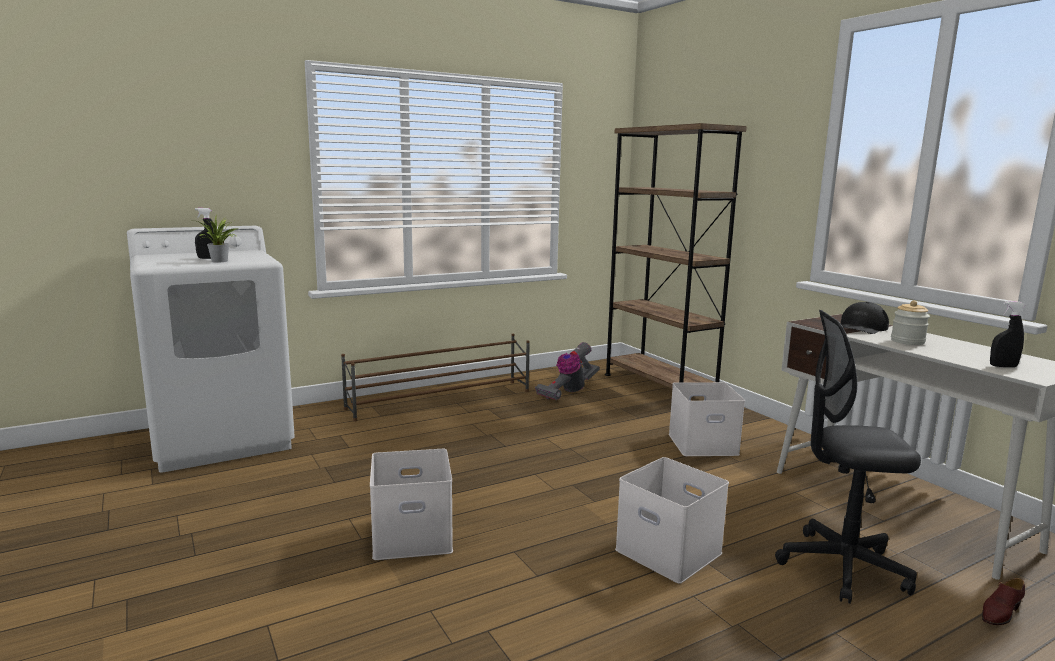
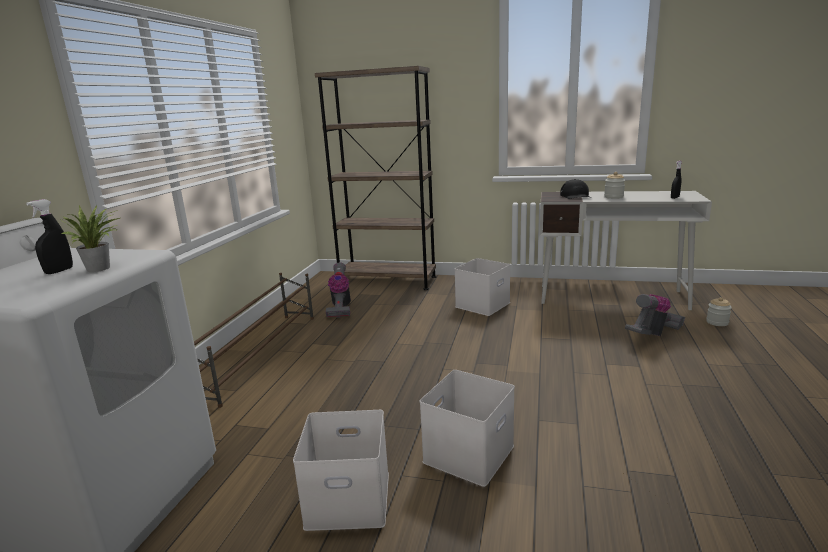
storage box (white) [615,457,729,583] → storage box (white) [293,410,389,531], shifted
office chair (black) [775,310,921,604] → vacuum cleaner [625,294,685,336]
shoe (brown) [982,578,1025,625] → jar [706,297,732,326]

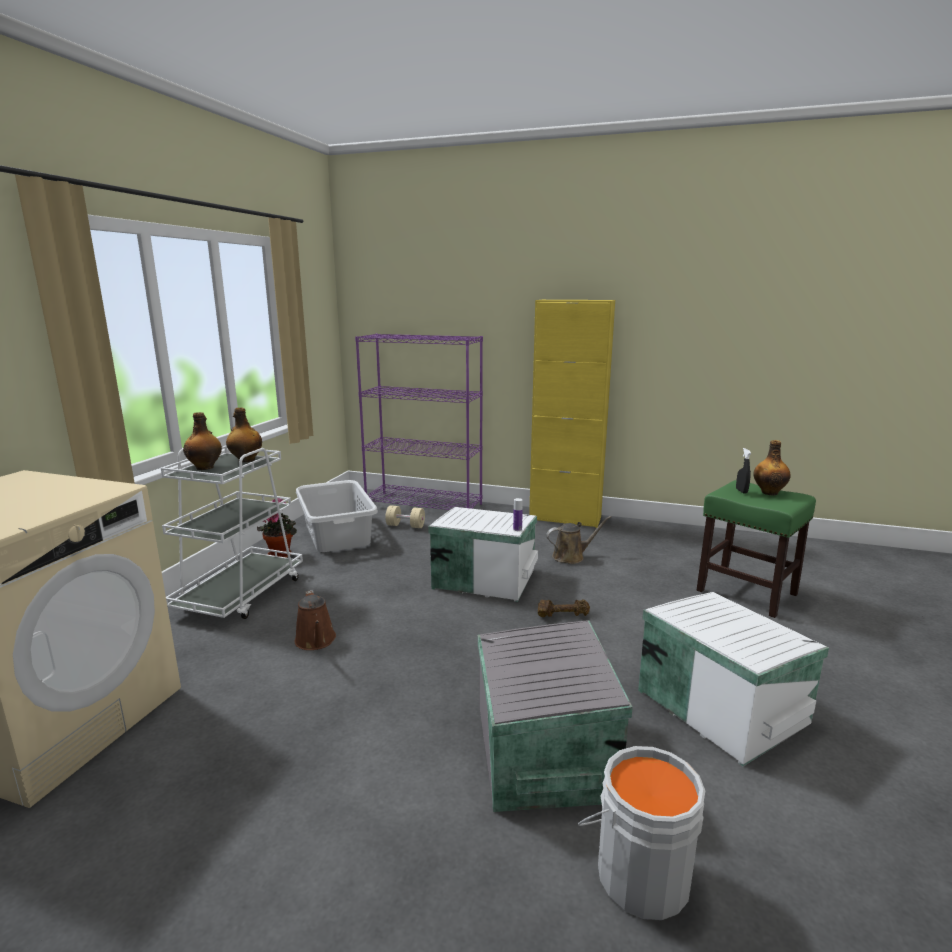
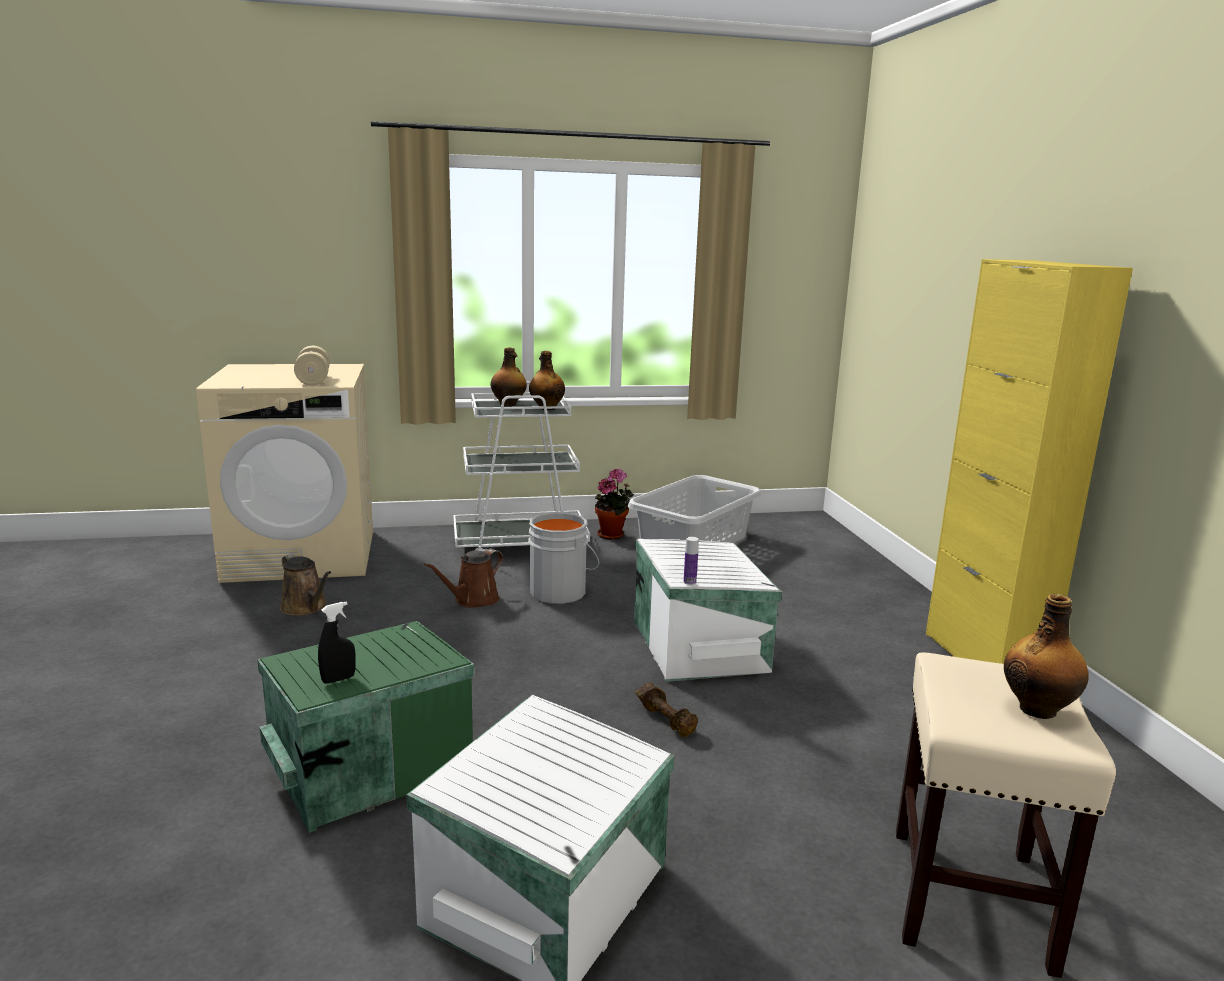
storage box (grey) [478,620,633,812] → storage box (green) [257,621,475,833]
watering can (brown) [546,516,611,564] → watering can (brown) [280,554,331,616], shifted
dumbbell (beige) [385,505,425,528] → dumbbell (beige) [294,346,330,385], shifted
spray bottle (black) [736,448,751,494] → spray bottle (black) [318,601,356,684], shifted
bucket (grey) [578,746,705,920] → bucket (grey) [528,512,599,604], shifted
stool (green) [697,480,816,618] → stool (beige) [896,653,1116,978]
bookcase (purple) [355,333,483,510] → -

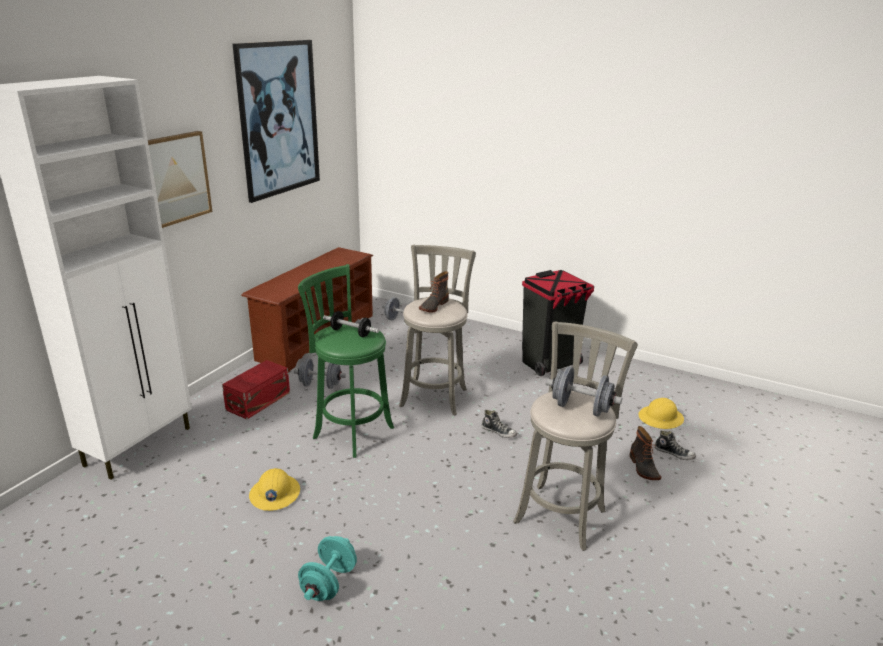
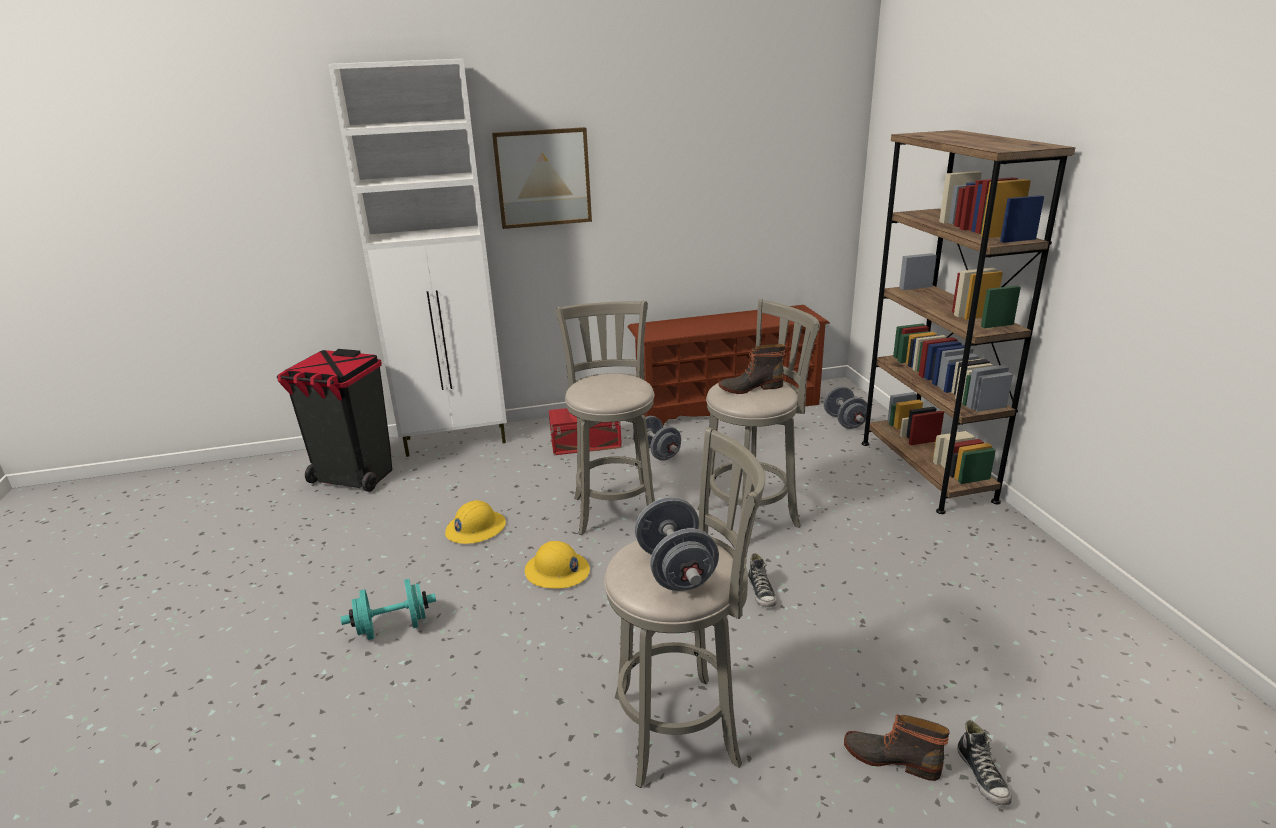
trash can (black) [522,270,594,376] → trash can (black) [277,349,392,492], shifted
hard hat (yellow) [638,398,684,429] → hard hat (yellow) [525,541,590,589], shifted
stool (green) [298,264,394,458] → stool (grey) [556,300,655,535]
boot [630,426,661,480] → boot [844,714,950,781], 75 degrees clockwise
- → bookcase (brown) [862,130,1075,514]
picture [233,40,320,203] → -
dumbbell [323,311,379,337] → -

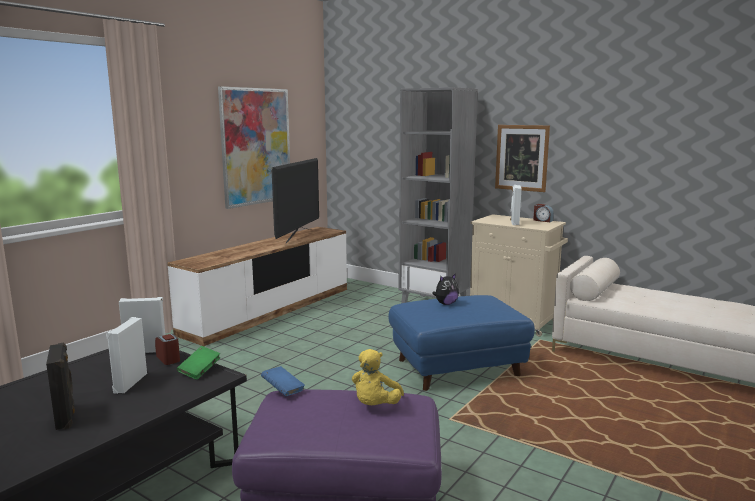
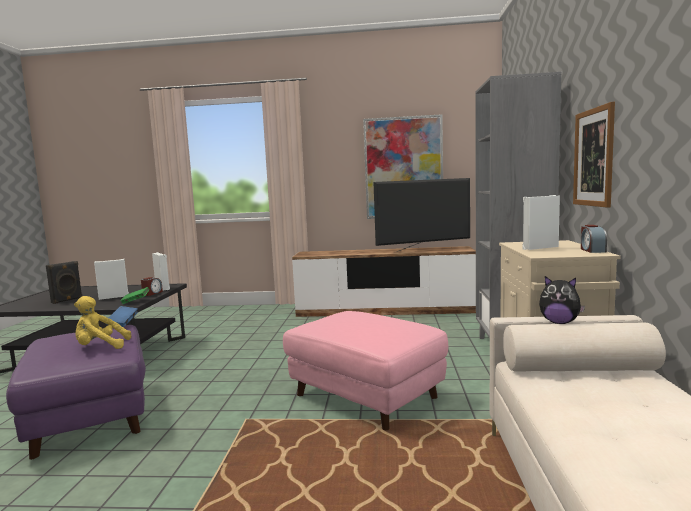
ottoman (blue) [389,295,535,391] → ottoman (pink) [283,311,448,430]
plush toy [432,273,459,305] → plush toy [539,276,585,324], shifted

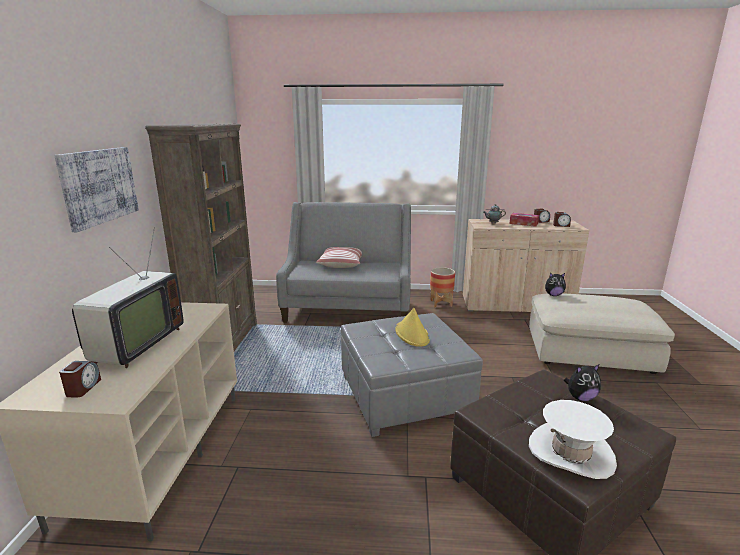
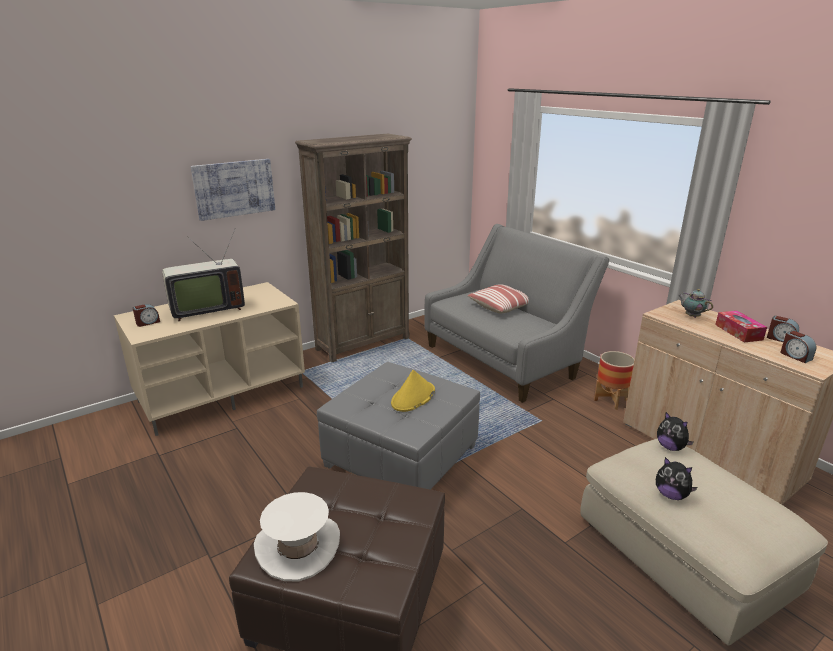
plush toy [564,364,601,401] → plush toy [656,457,697,500], shifted

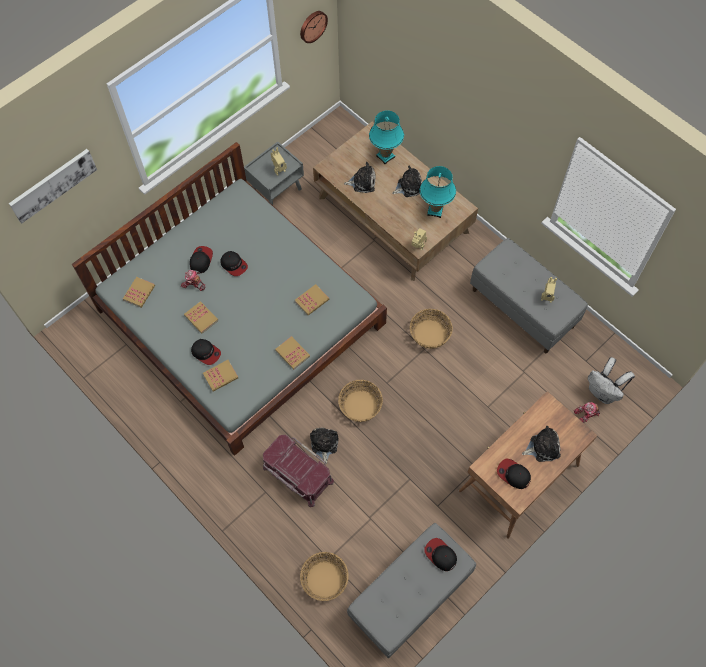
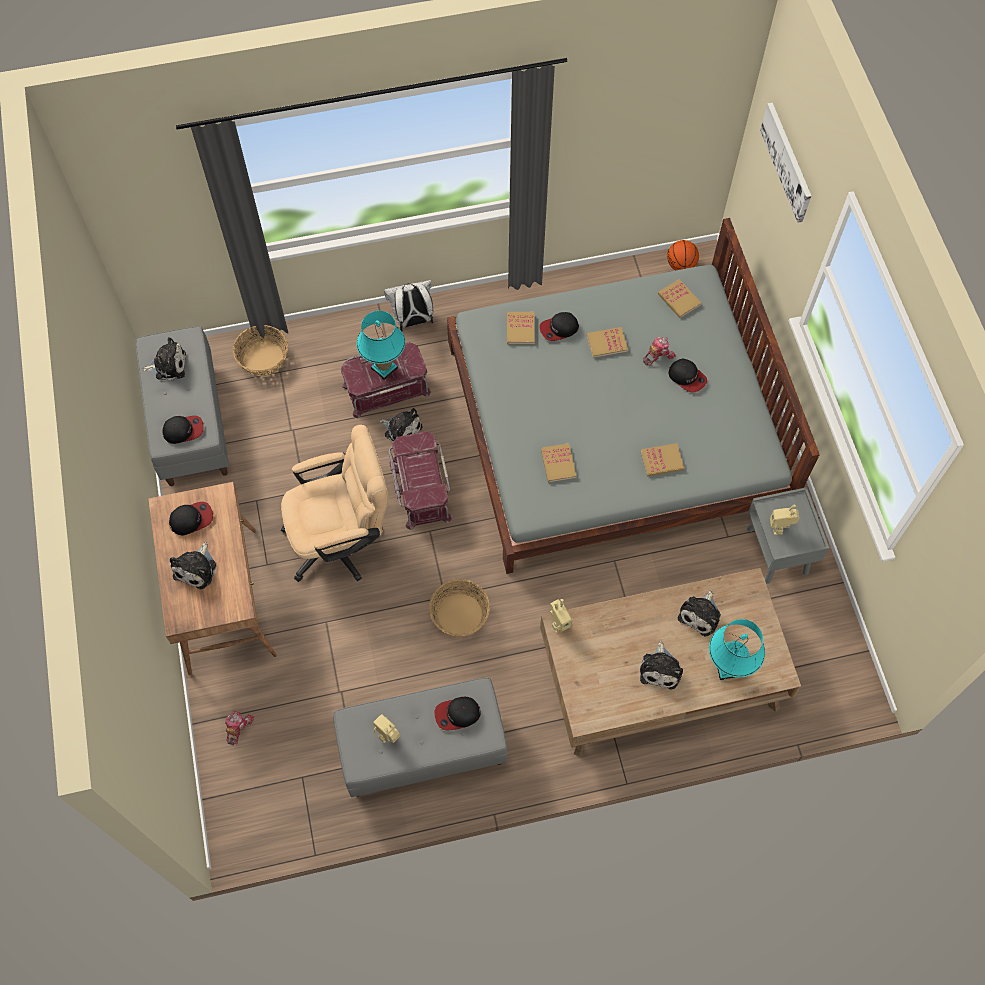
- → plush toy [142,337,186,381]
- → office chair (beige) [281,425,388,582]
table lamp (turquoise) [420,166,456,218] → table lamp (turquoise) [357,311,405,380], shifted
backpack (white) [588,357,635,404] → backpack (white) [384,280,433,332], shifted
basket [338,380,383,422] → storage box (red) [389,431,452,530]
cap [220,251,248,276] → cap [434,697,481,730], shifted
book [275,336,310,370] → book [640,443,684,476], shifted
- → basketball [667,240,699,271]
wall clock [300,11,328,43] → -

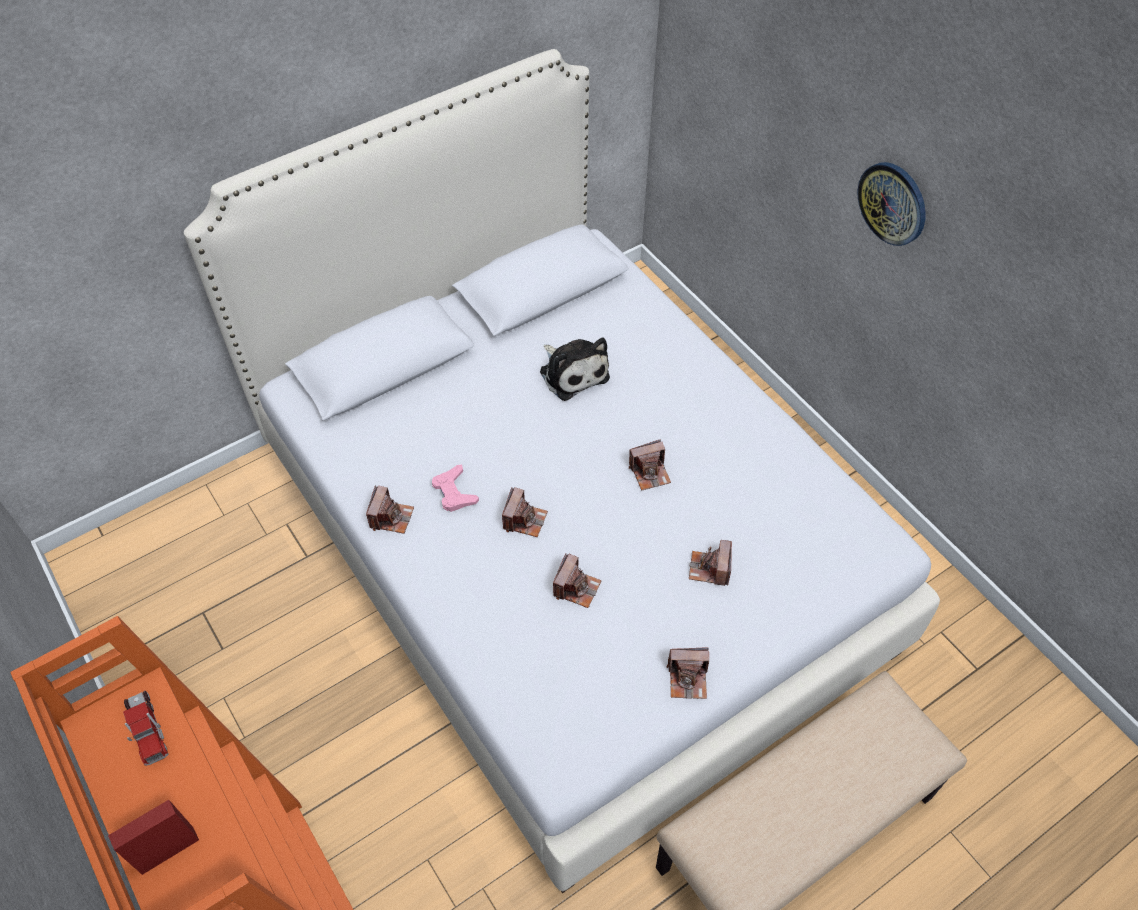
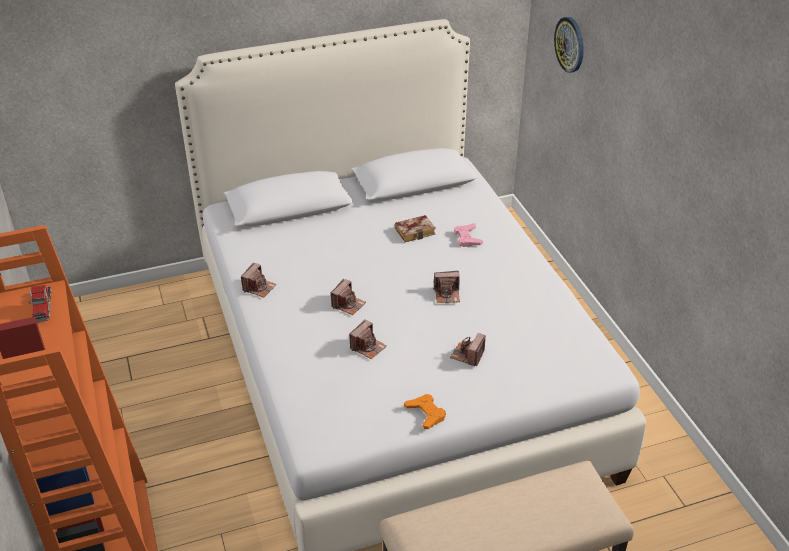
plush toy [540,338,610,401] → book [395,215,436,242]
photo camera [667,647,709,699] → game controller (orange) [404,394,446,429]
game controller (pink) [432,465,479,512] → game controller (pink) [454,223,483,247], shifted
wall clock [858,162,926,246] → wall clock [554,17,584,73], shifted

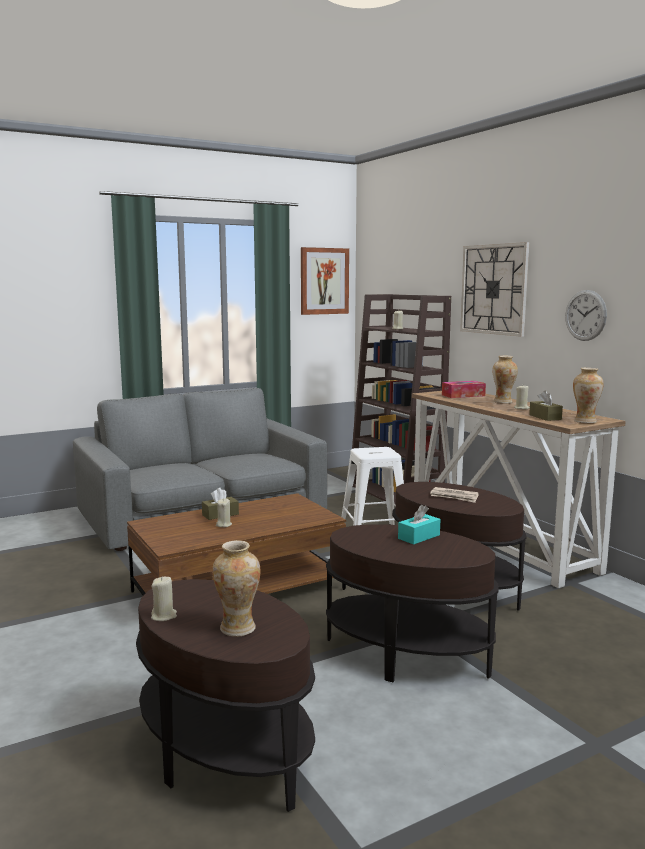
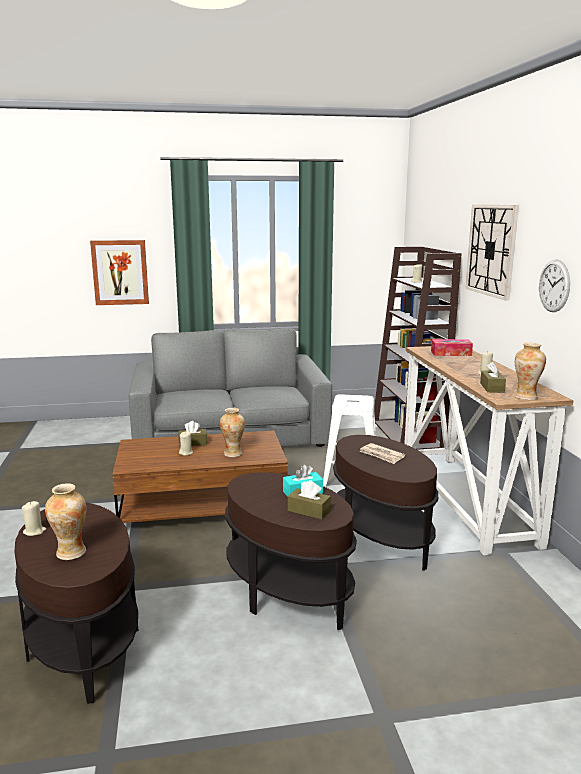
picture [301,247,349,315] → picture [90,240,149,305], shifted
vase [492,356,518,404] → vase [220,408,245,457], shifted
- → tissue box (brown) [288,480,331,520]

